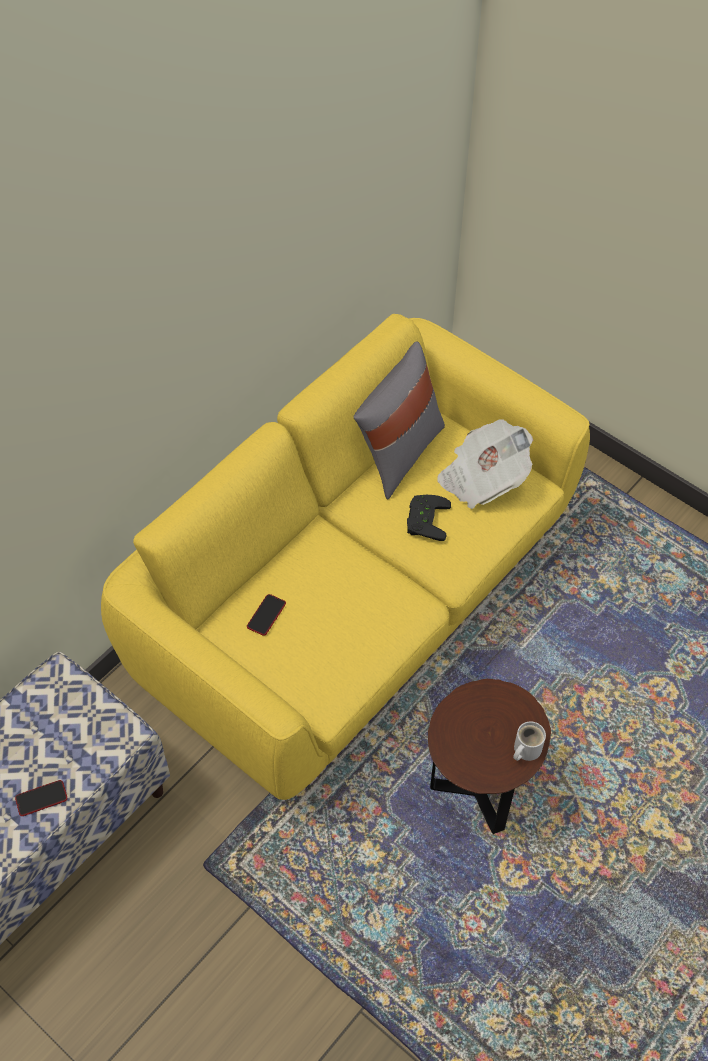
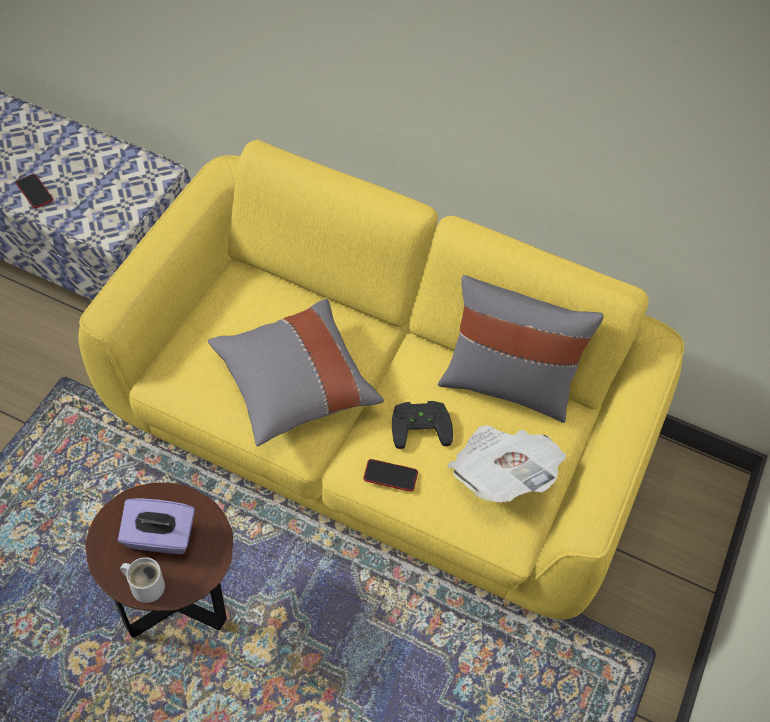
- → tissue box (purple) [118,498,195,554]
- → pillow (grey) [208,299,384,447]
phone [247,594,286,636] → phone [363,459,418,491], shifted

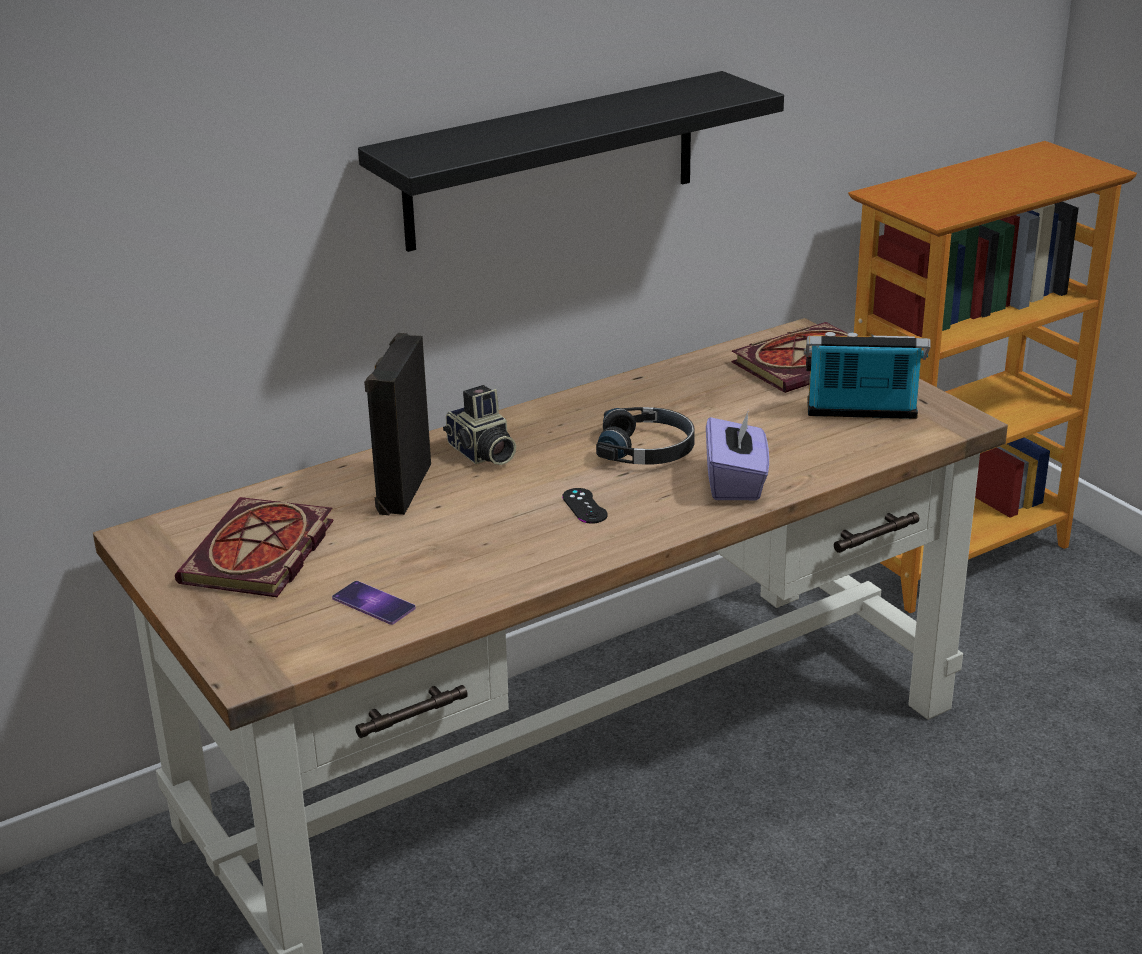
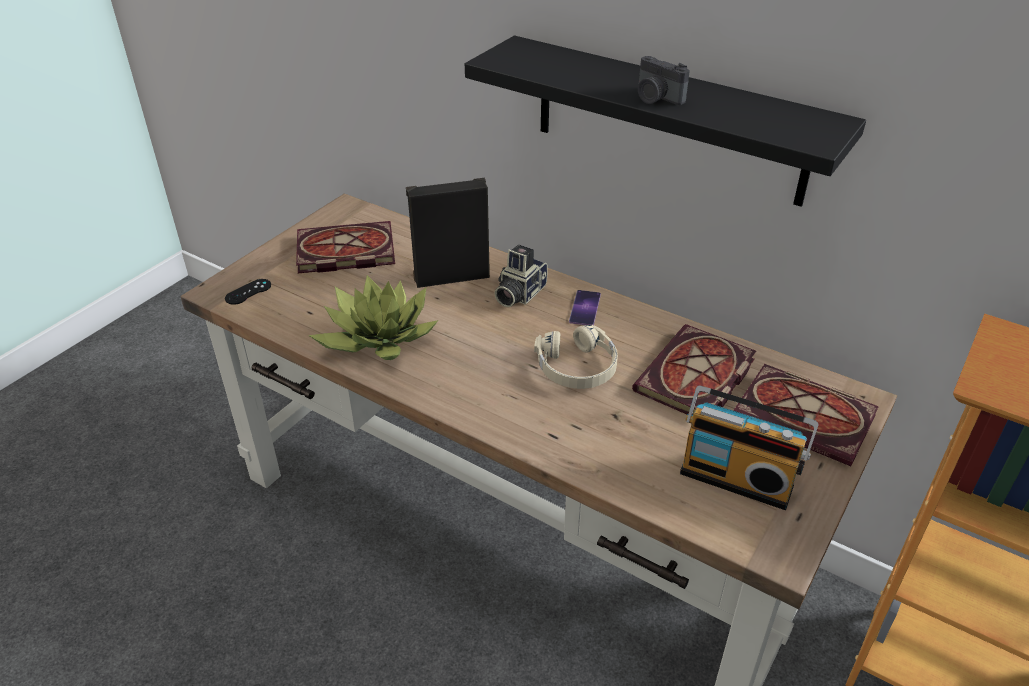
game controller (black) [562,488,608,524] → game controller (black) [225,279,271,305], shifted
- → potted plant [308,275,438,360]
headphones (black) [596,407,695,465] → headphones (beige) [534,325,618,389]
phone [332,581,416,625] → phone [569,290,601,325], shifted
- → book [632,324,756,415]
- → photo camera [638,56,690,105]
radio [804,332,930,419] → radio [680,386,818,510], 135 degrees clockwise
tissue box (purple) [706,410,769,500] → -

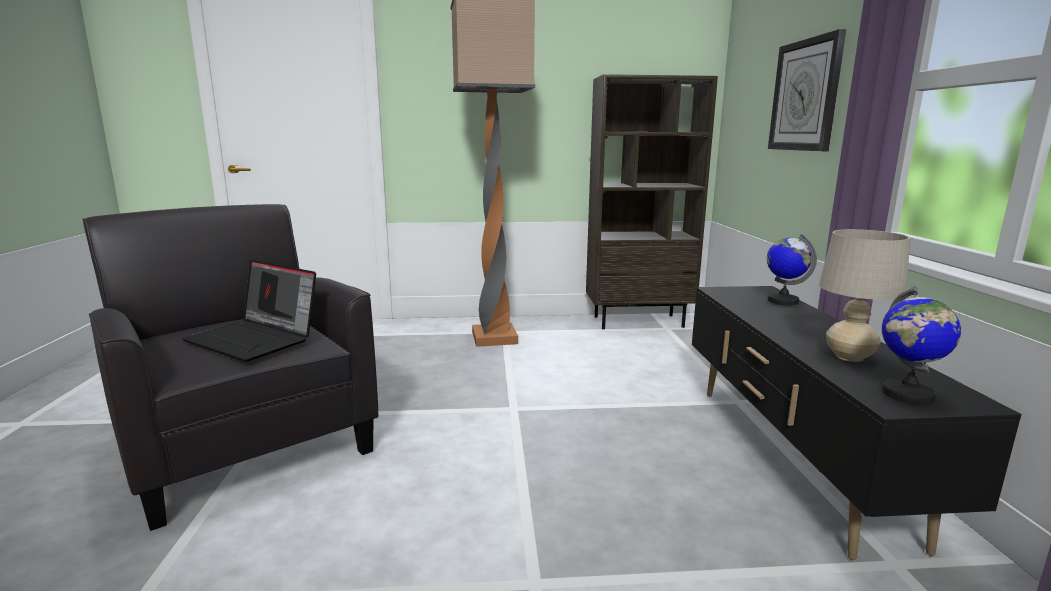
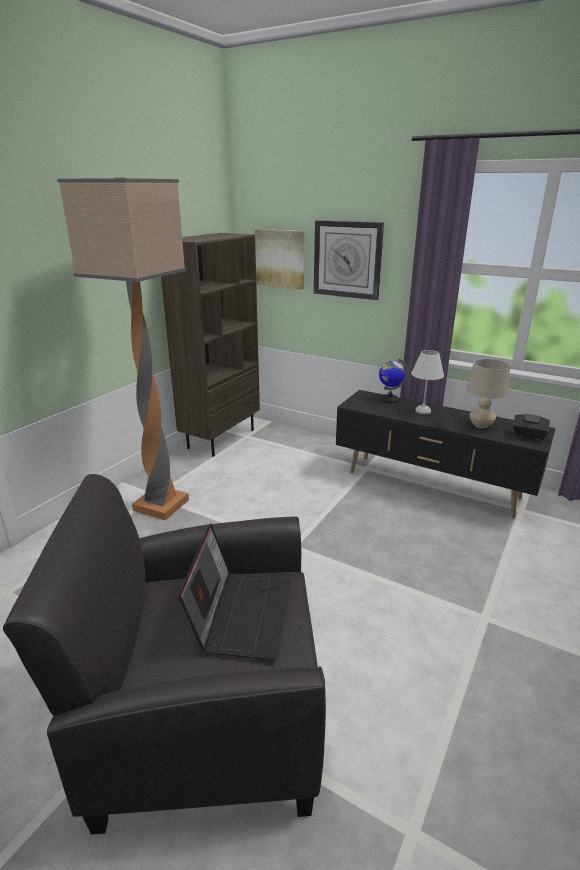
laptop [182,260,316,362] → laptop [178,524,291,660], 60 degrees counterclockwise
- → picture [255,229,304,290]
- → table lamp (white) [411,350,444,414]
globe [882,286,961,405] → tissue box (black) [513,413,550,441]

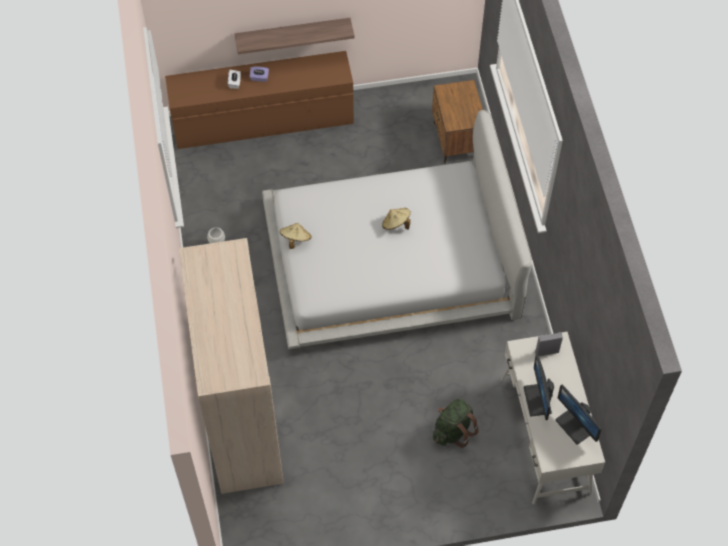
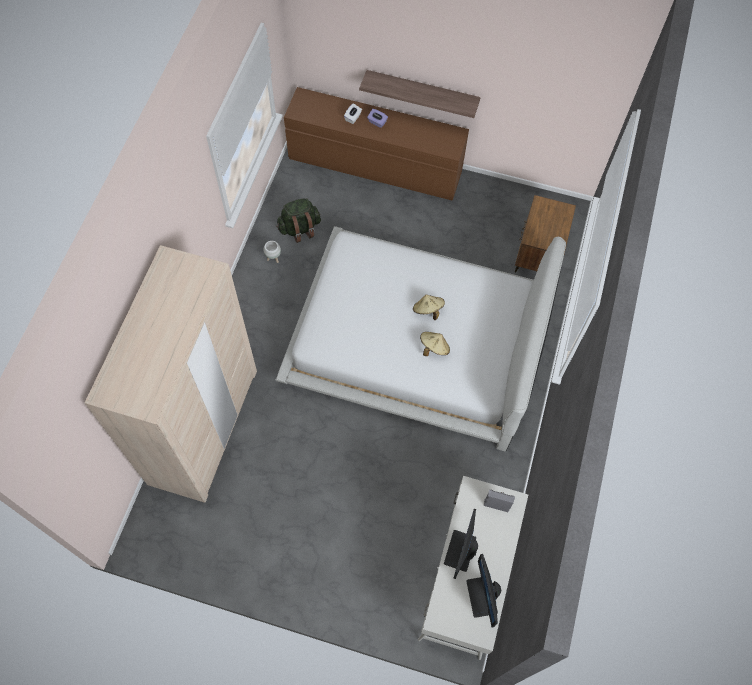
backpack (green) [433,399,479,448] → backpack (green) [276,198,321,243], shifted
hat (beige) [280,223,312,249] → hat (beige) [420,332,450,356], shifted

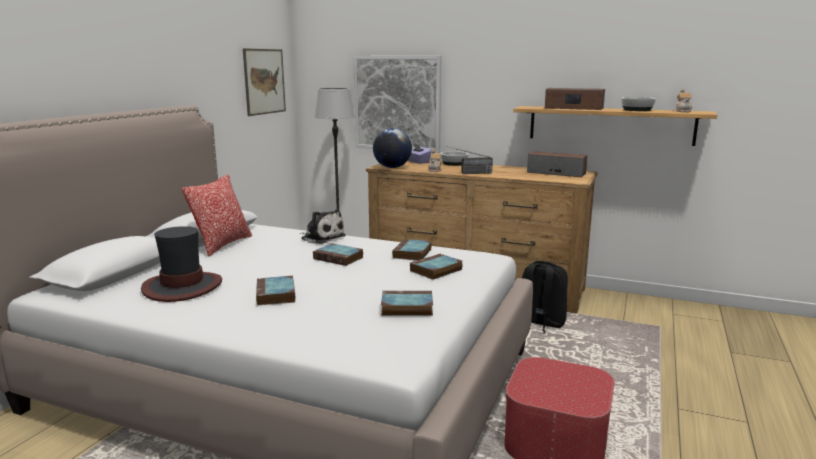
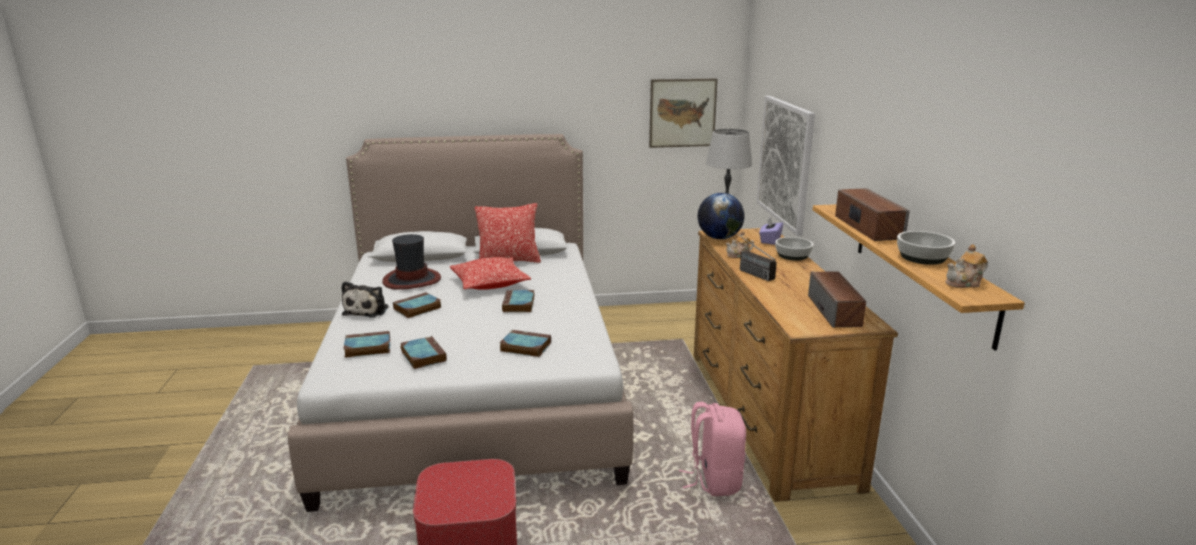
plush toy [300,209,346,244] → plush toy [341,281,389,317], shifted
book [392,239,432,261] → book [343,331,390,358], shifted
- → pillow [450,257,531,290]
backpack (black) [522,261,568,334] → backpack (pink) [679,402,746,496]

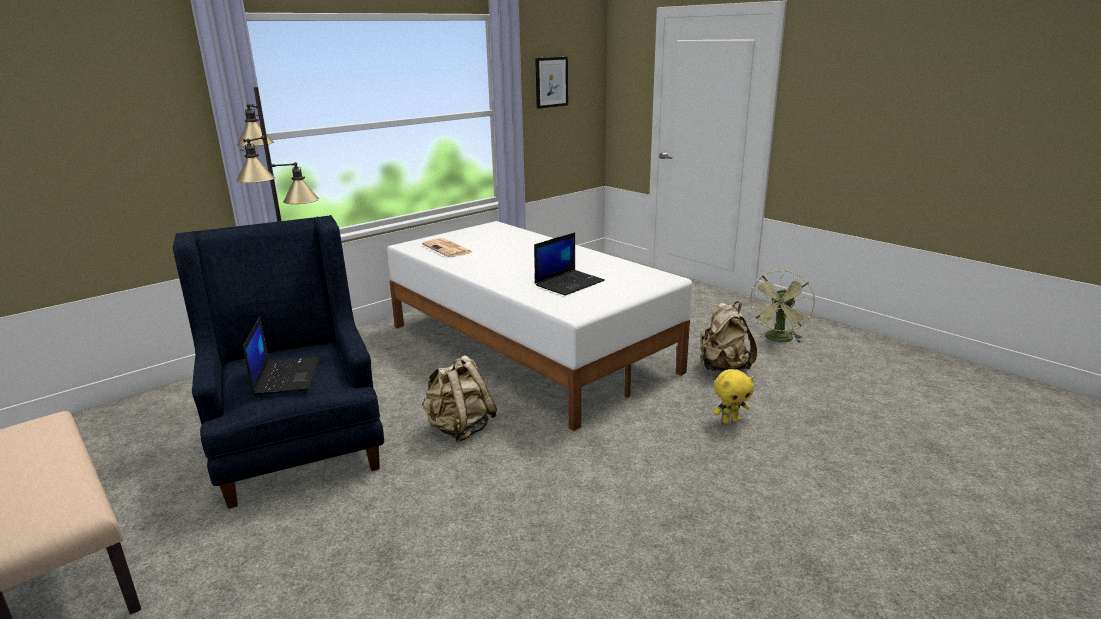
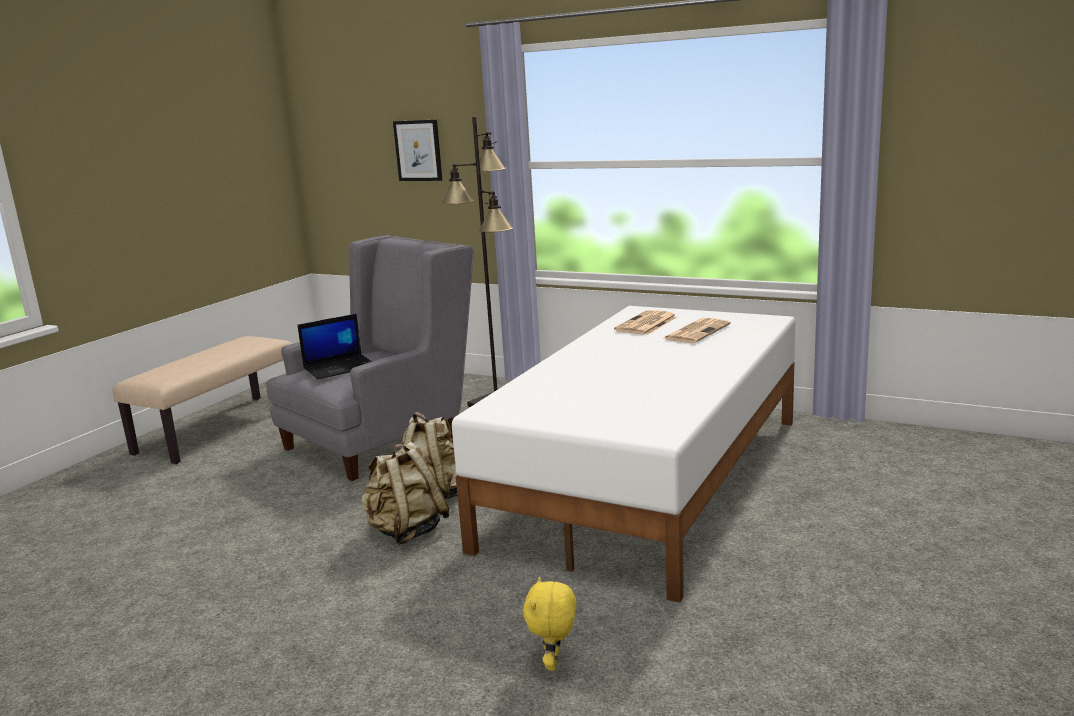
armchair (blue) [173,215,384,509] → armchair (grey) [266,235,474,481]
backpack (beige) [700,301,757,372] → backpack (beige) [361,442,449,545], shifted
picture [535,57,568,109] → picture [393,119,442,181], shifted
plush toy (yellow) [713,369,754,424] → plush toy (yellow) [523,577,576,671], 45 degrees clockwise
- → newspaper [663,318,731,343]
laptop [534,232,605,296] → -
fan (green) [750,270,815,343] → -

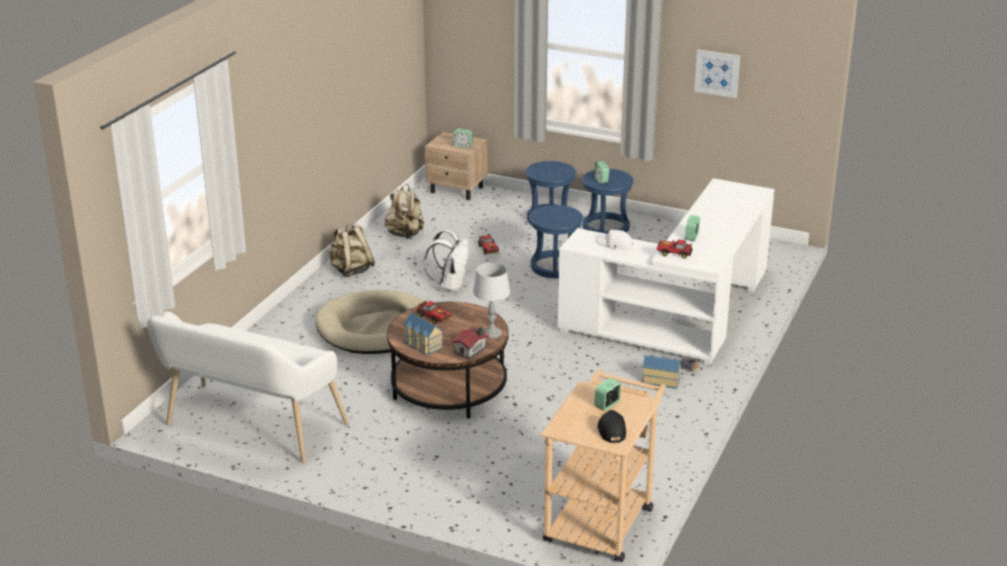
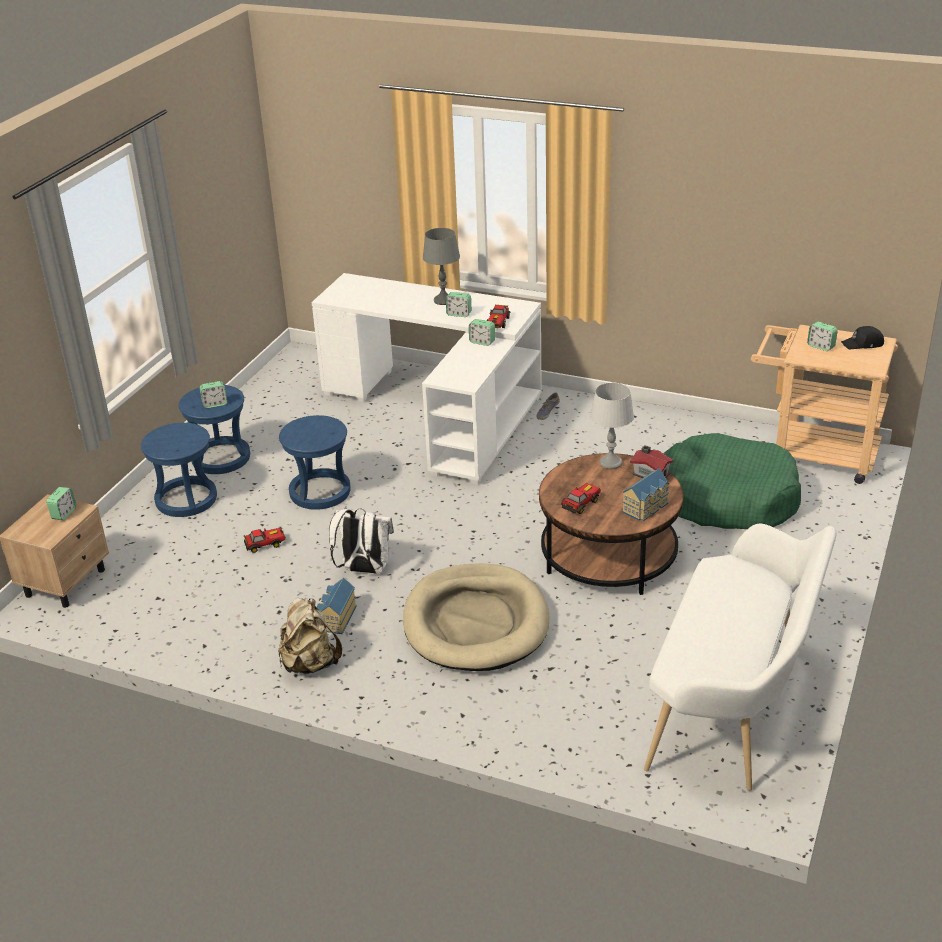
toy house [642,354,681,389] → toy house [317,578,357,634], shifted
- → table lamp (grey) [423,228,460,305]
- → alarm clock [469,319,495,346]
- → dog bed (green) [663,433,801,529]
backpack (beige) [385,184,424,239] → -
cap (white) [597,230,634,250] → -
picture [694,49,740,98] → -

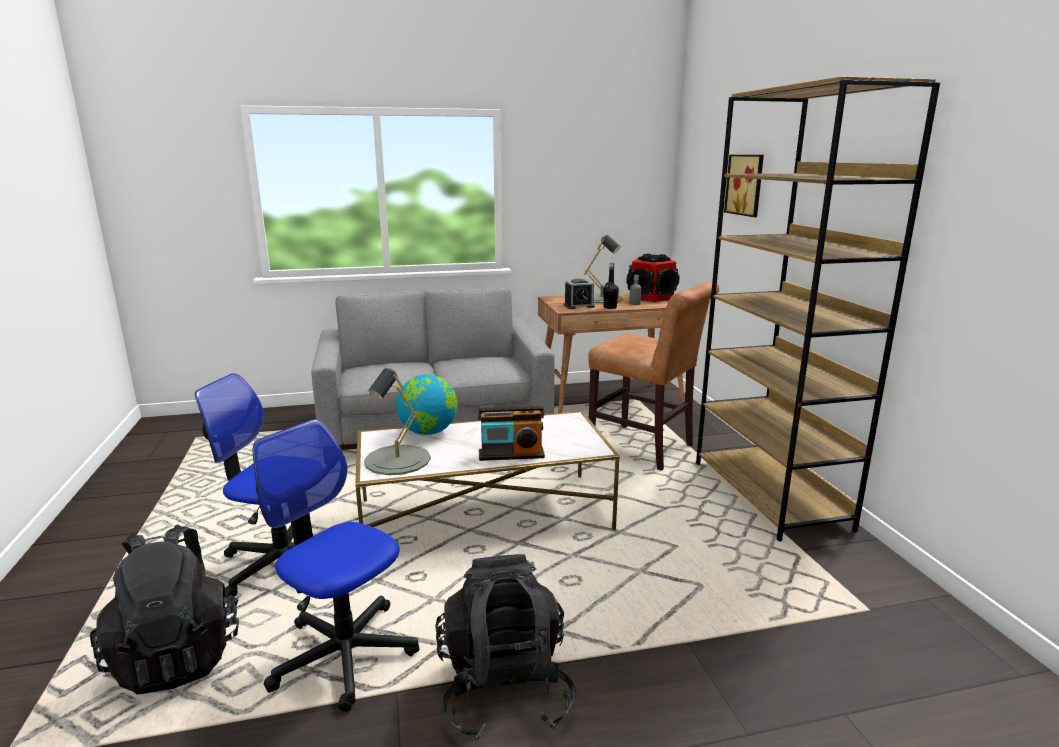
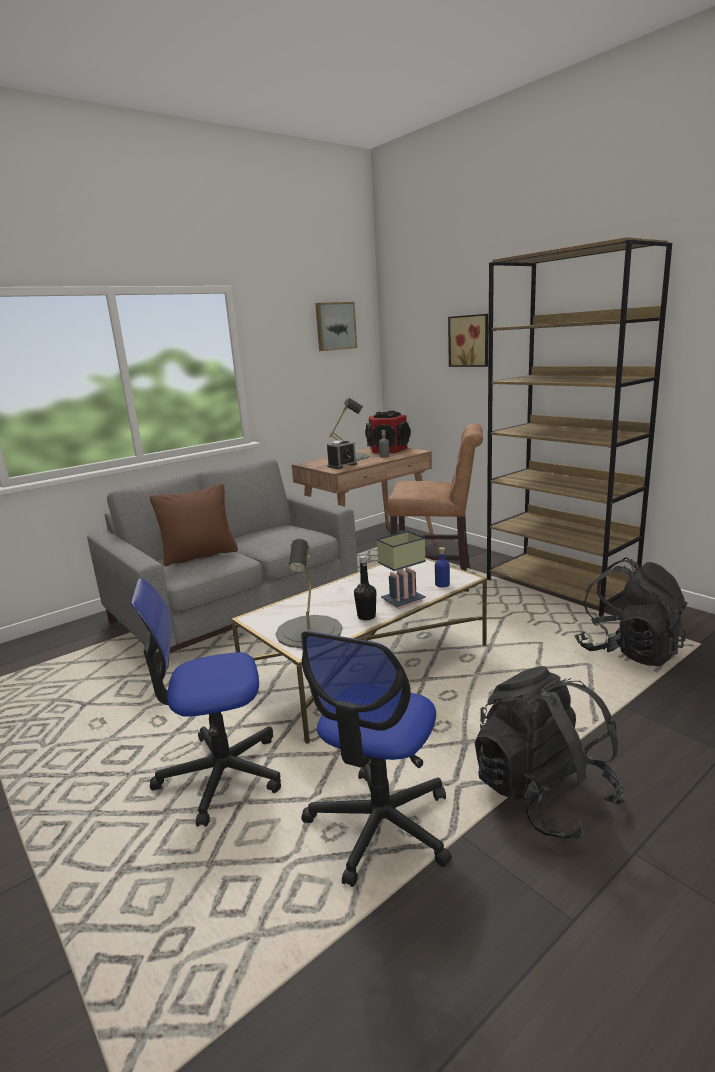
- → pillow (brown) [150,484,238,566]
office chair [252,419,420,712] → office chair [301,631,452,887], 75 degrees counterclockwise
- → picture [315,302,357,351]
bottle (black) [603,262,619,309] → bottle (black) [354,556,376,620], shifted
radio [478,406,545,461] → table lamp [377,531,426,609]
- → bottle (blue) [435,547,450,587]
backpack (black) [90,525,239,695] → backpack (black) [574,558,688,666], shifted
globe [396,374,457,435] → -

